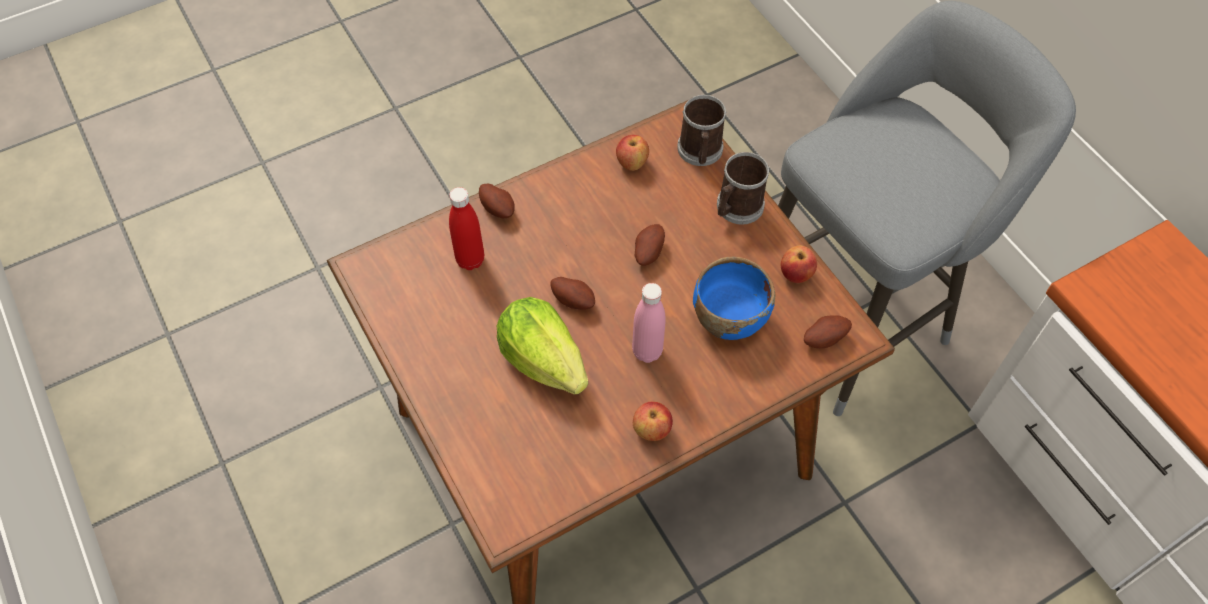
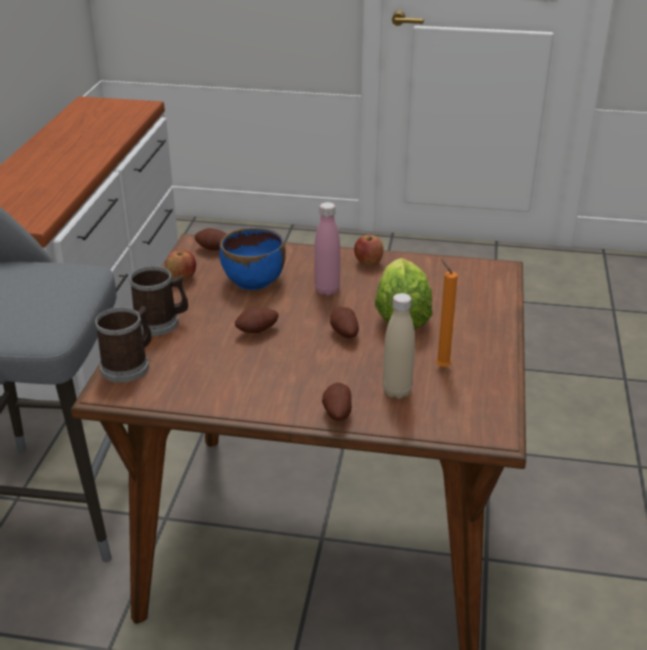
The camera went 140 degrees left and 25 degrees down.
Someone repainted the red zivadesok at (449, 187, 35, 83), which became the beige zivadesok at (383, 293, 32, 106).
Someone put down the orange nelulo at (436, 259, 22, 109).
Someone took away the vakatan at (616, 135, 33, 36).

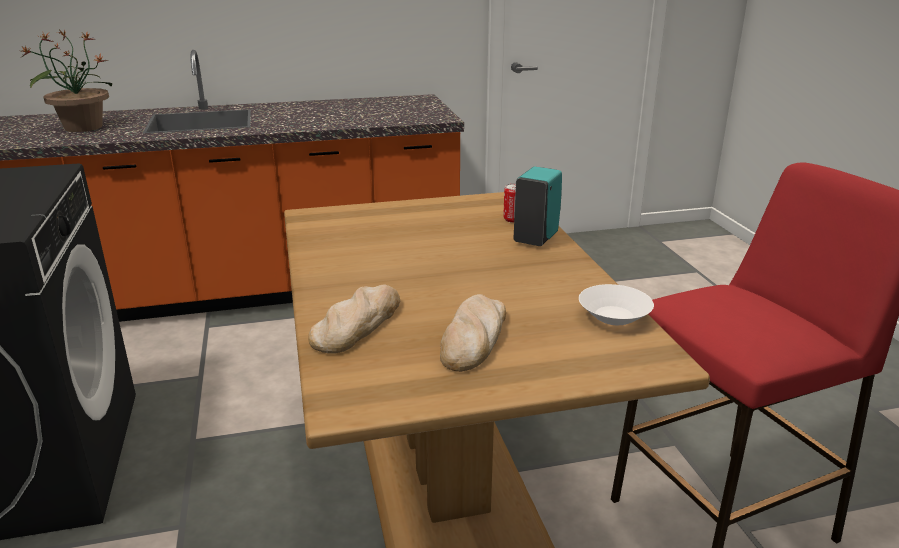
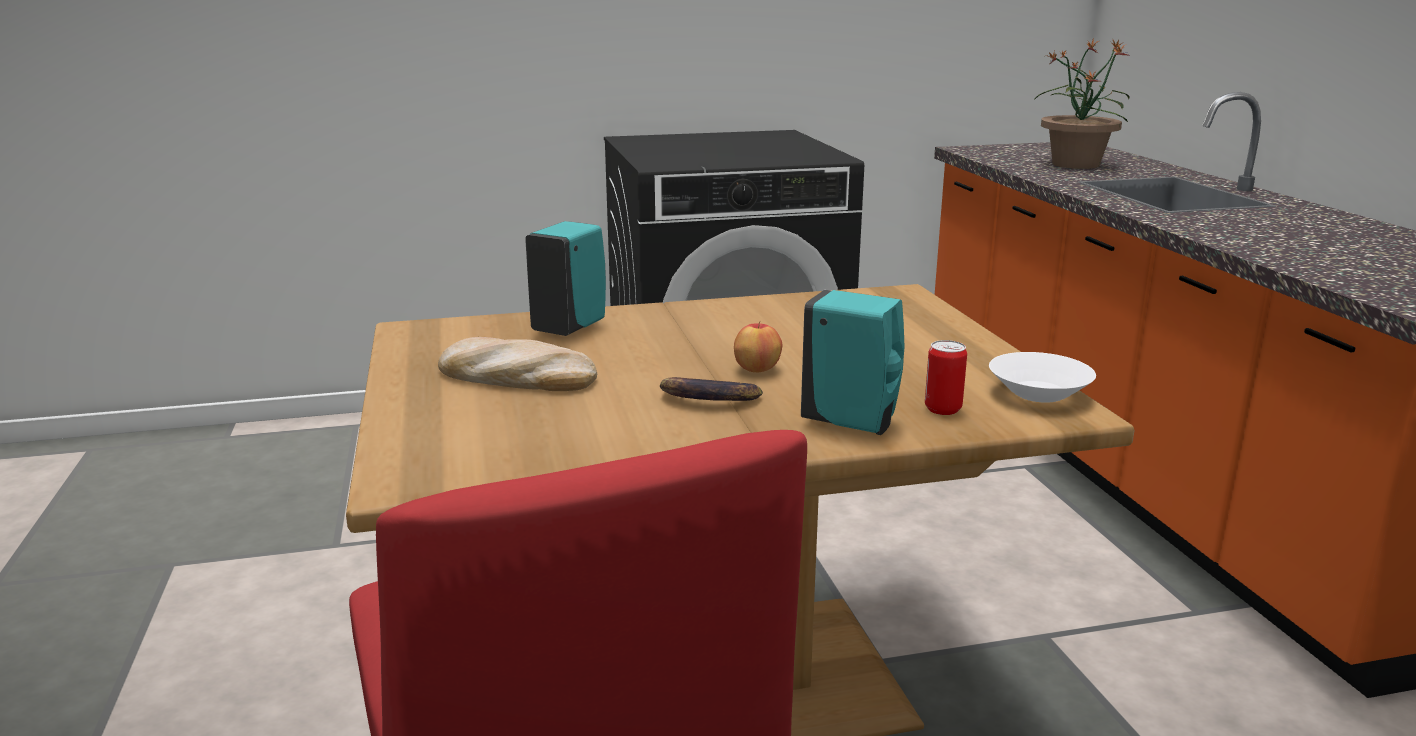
The camera went 90 degrees right and 5 degrees down.
Someone swapped the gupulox at (308, 285, 92, 69) for the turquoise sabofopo at (525, 221, 81, 115).
Someone put down the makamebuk at (660, 377, 103, 24).
Someone put down the vakatan at (734, 321, 48, 51).
Someone carried the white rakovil from (579, 284, 75, 41) to (989, 352, 107, 51).

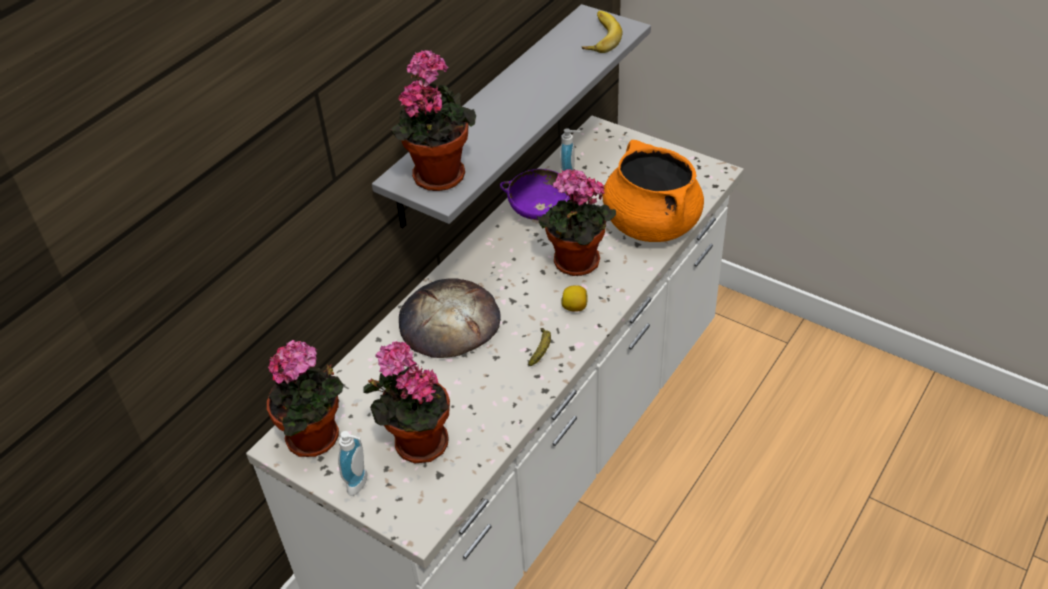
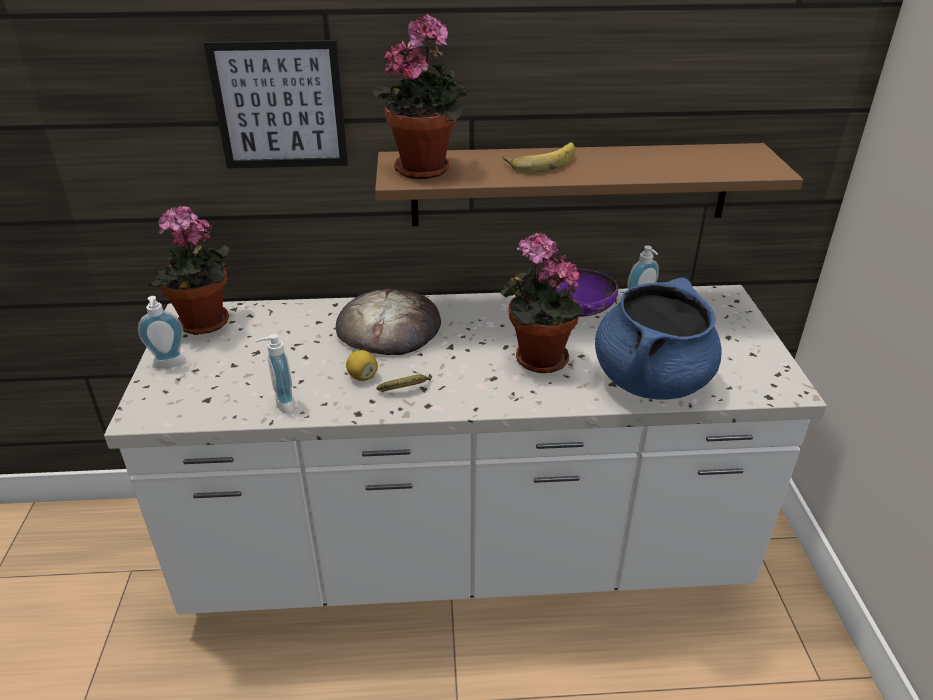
The camera went 50 degrees right and 10 degrees down.
Someone put up the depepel at (204, 40, 144, 128).
Someone put down the sabofopo at (255, 334, 40, 80).
Someone carried the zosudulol from (561, 285, 27, 27) to (346, 350, 32, 31).
Someone repainted the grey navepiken at (372, 4, 279, 225), which became the brown navepiken at (375, 143, 428, 83).
Someone carried the makamebuk from (582, 11, 41, 42) to (502, 142, 73, 31).
Someone repainted the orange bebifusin at (603, 140, 101, 102), which became the blue bebifusin at (595, 278, 127, 122).
Someone took away the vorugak at (363, 341, 87, 122).

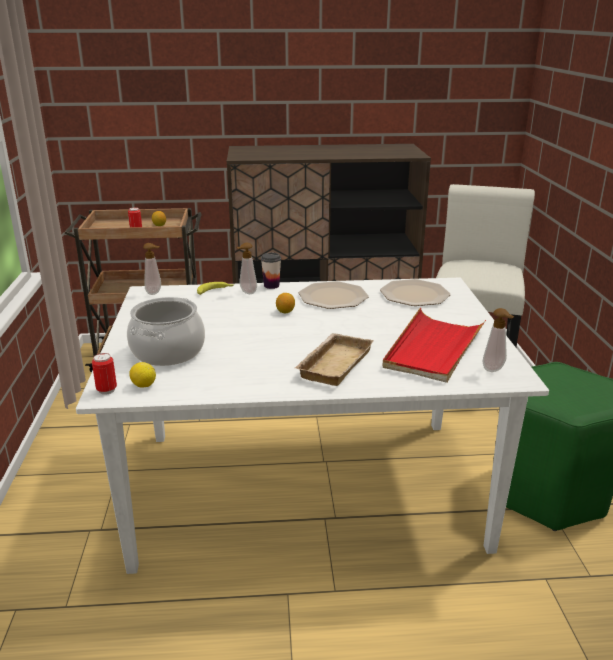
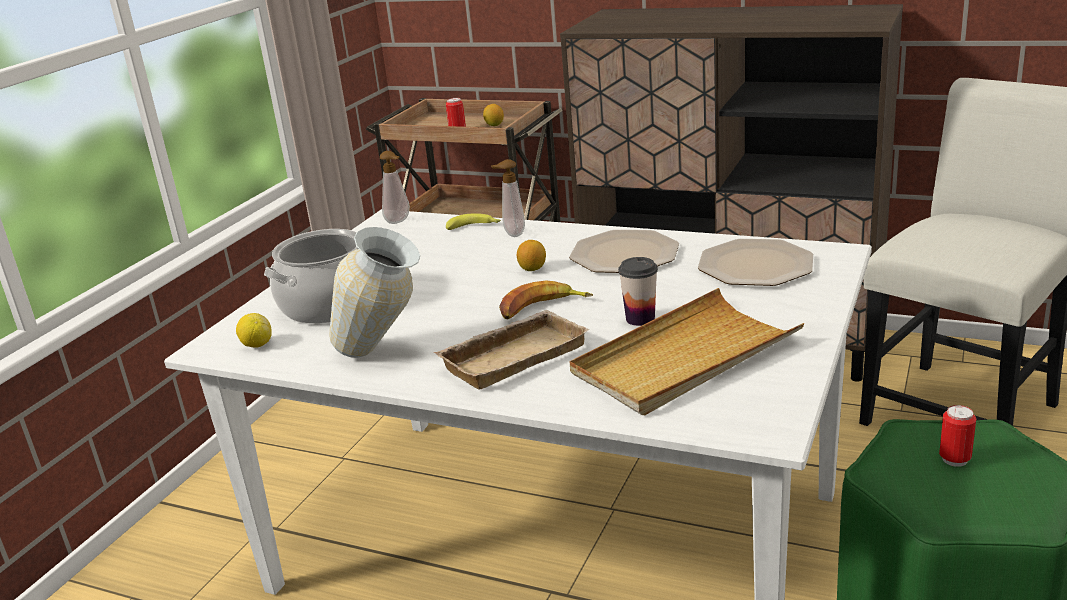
The camera went 30 degrees right and 0 degrees up.
Someone put down the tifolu at (329, 227, 91, 131).
Someone put down the makamebuk at (499, 281, 94, 38).
Someone repainted the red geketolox at (382, 308, 104, 75), which became the beige geketolox at (570, 288, 235, 127).
Someone carried the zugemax from (261, 253, 20, 36) to (618, 257, 40, 69).
Someone carried the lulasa from (92, 353, 25, 42) to (939, 405, 37, 62).
Someone took away the sabofopo at (482, 308, 33, 64).

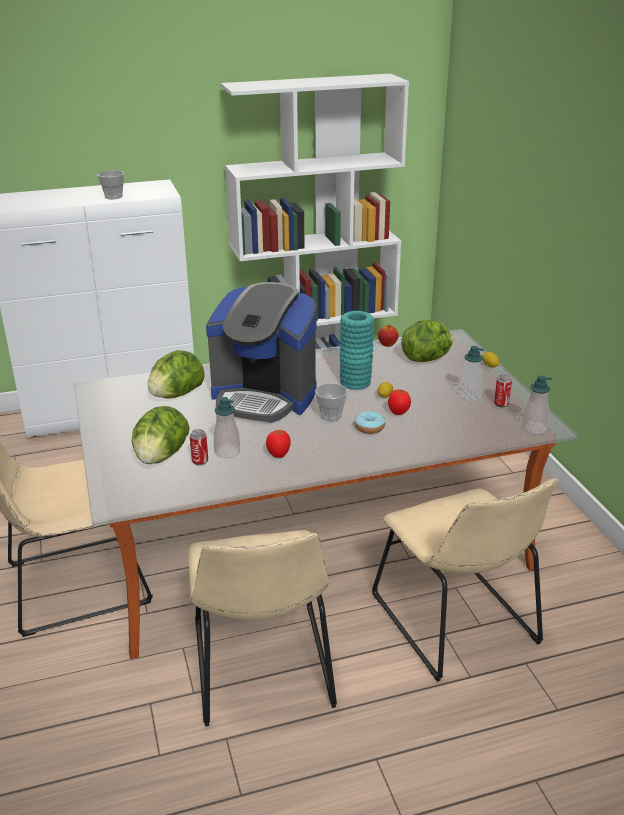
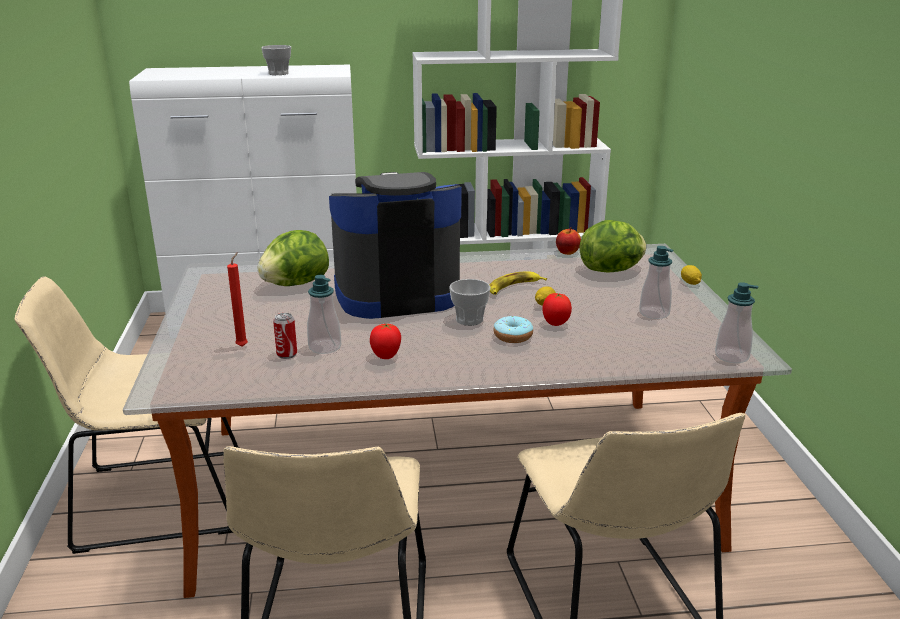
The camera went 10 degrees right and 5 degrees down.
Someone swapped the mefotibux at (132, 406, 58, 58) for the red nelulo at (227, 252, 21, 95).
Someone rotated the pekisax at (206, 282, 111, 141) by 135 degrees clockwise.
Someone swapped the turquoise tifolu at (339, 311, 35, 79) for the makamebuk at (489, 271, 58, 24).
Someone took away the lulasa at (494, 375, 18, 32).

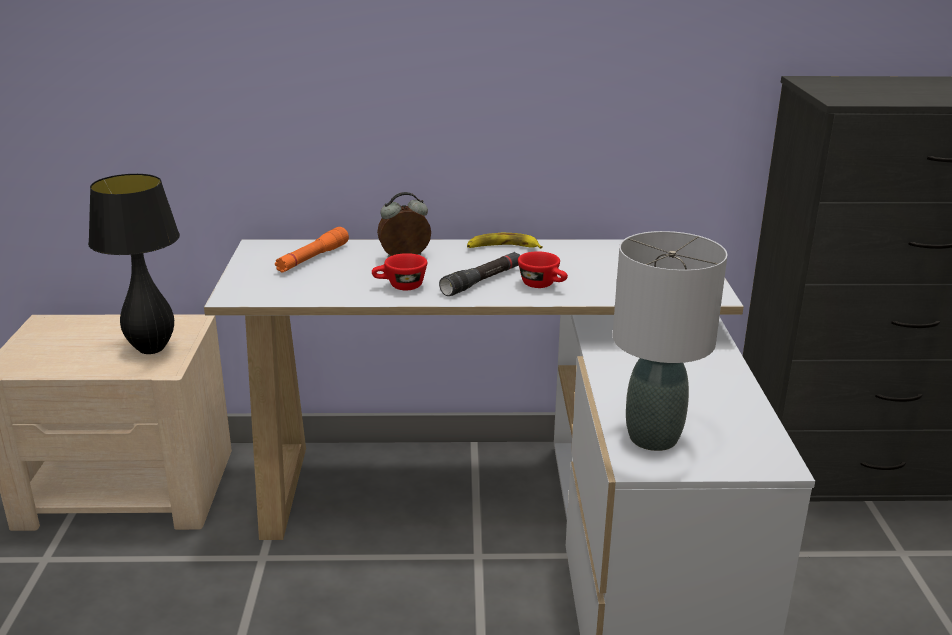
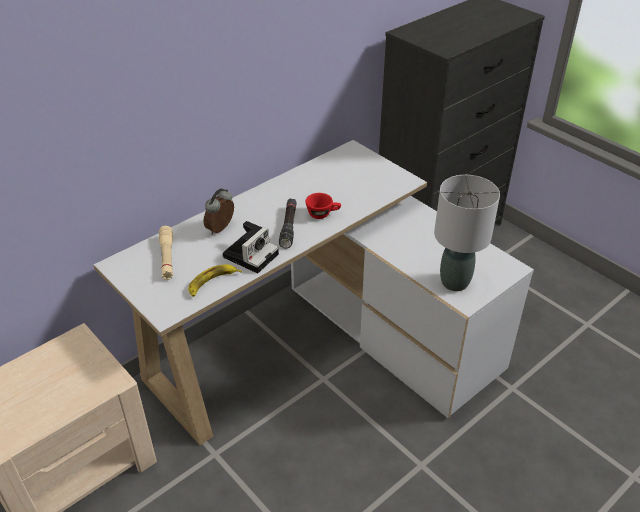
The camera went 40 degrees left and 15 degrees up.
Someone repainted the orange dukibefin at (275, 227, 74, 46), which became the beige dukibefin at (159, 226, 14, 54).
Someone carried the makamebuk from (467, 233, 76, 16) to (188, 264, 54, 33).
Someone swapped the red zugemax at (372, 253, 55, 37) for the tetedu at (223, 221, 56, 52).
Someone took away the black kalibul at (88, 174, 92, 180).

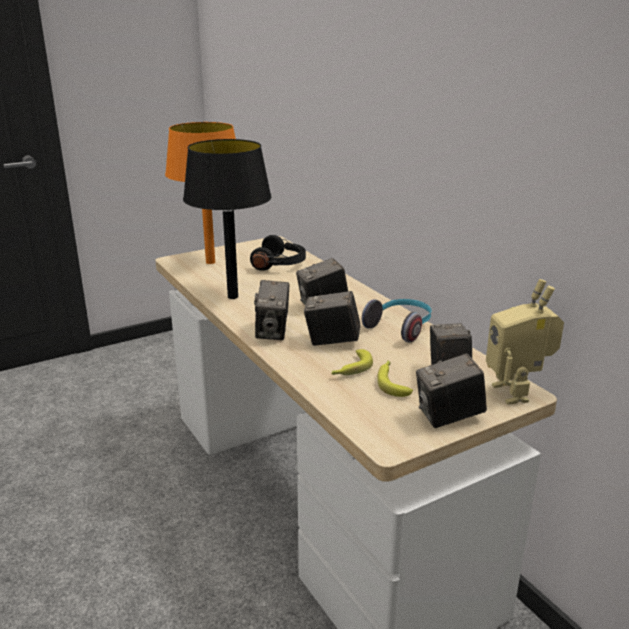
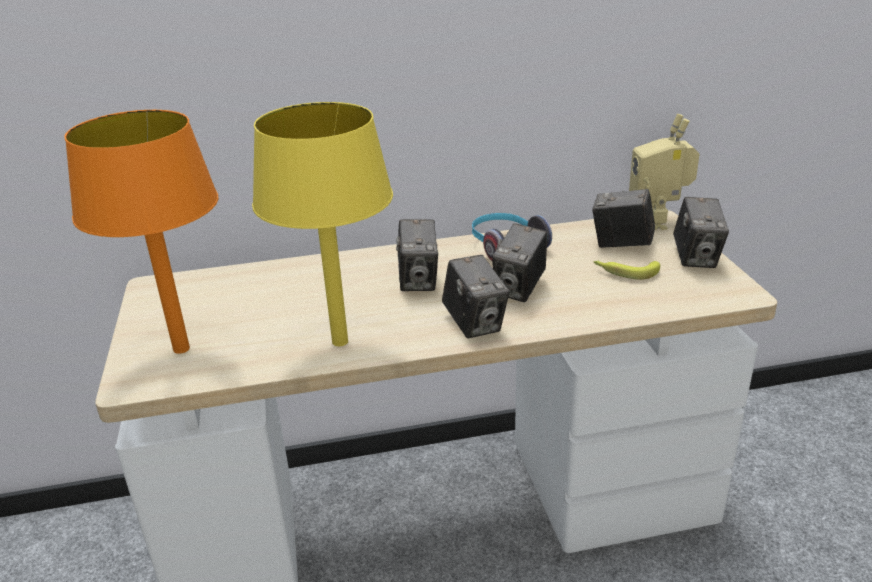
The camera went 70 degrees left and 5 degrees up.
Someone repainted the black kalibul at (183, 139, 89, 160), which became the yellow kalibul at (252, 102, 141, 244).
Someone rotated the tetedu at (254, 280, 35, 60) by 45 degrees clockwise.
Someone rotated the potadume at (486, 279, 78, 126) by 75 degrees clockwise.
Someone took away the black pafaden at (250, 235, 56, 36).
Someone took away the makamebuk at (331, 349, 42, 26).

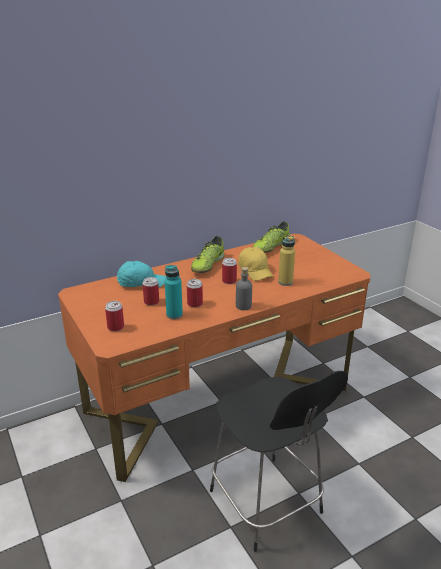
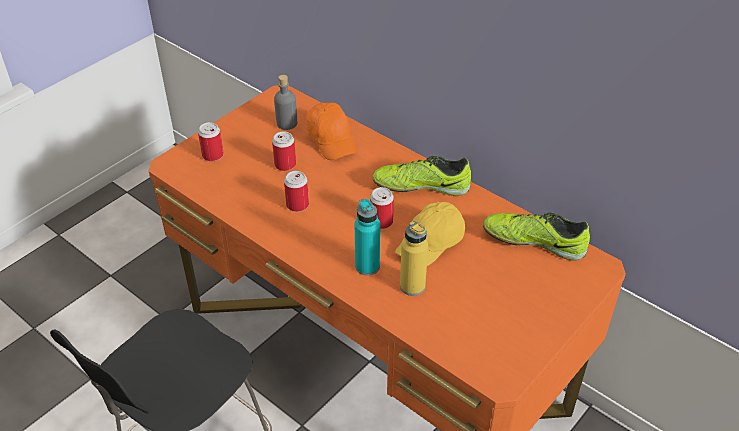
The camera went 70 degrees right and 15 degrees up.
Someone carried the grey zivadesok from (236, 267, 16, 43) to (274, 75, 23, 55).
Someone repainted the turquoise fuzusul at (117, 261, 49, 26), which became the orange fuzusul at (306, 103, 51, 57).
Someone carried the turquoise zivadesok from (165, 265, 18, 54) to (355, 199, 26, 77).

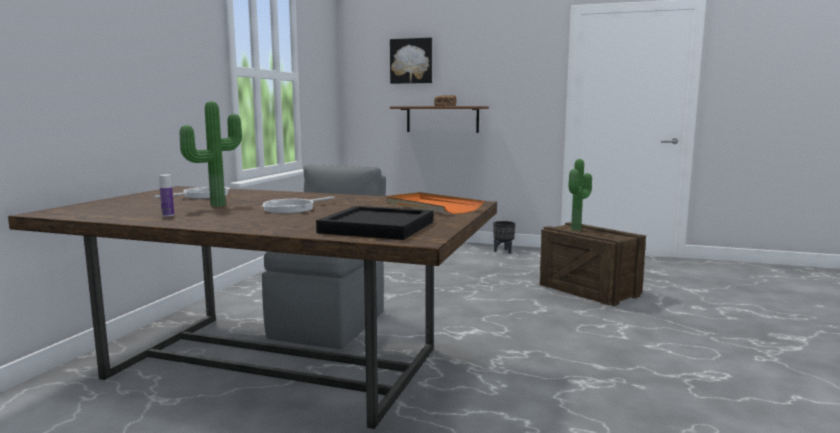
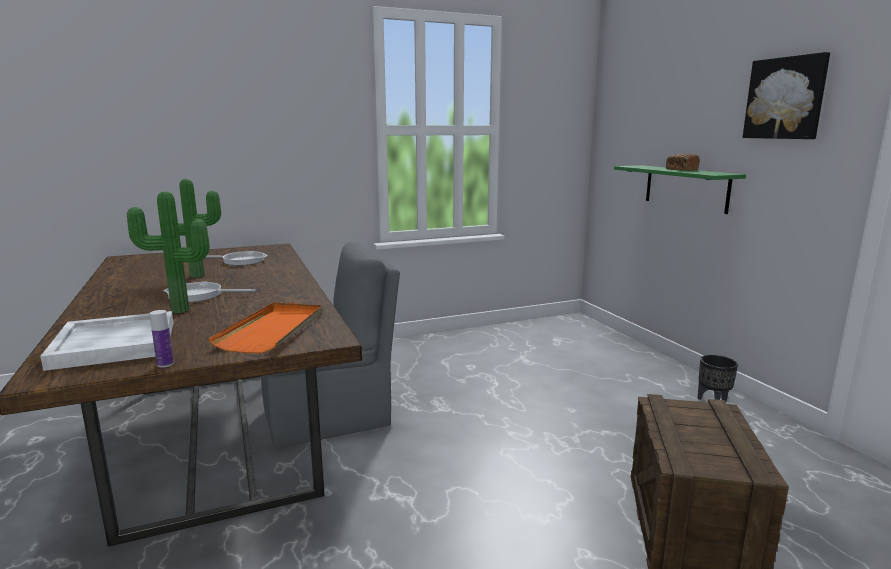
The camera went 50 degrees right and 5 degrees up.
Someone repainted the black geketolox at (316, 206, 117, 34), which became the white geketolox at (40, 311, 133, 60).
Someone carried the vorugak from (568, 159, 24, 72) to (127, 192, 83, 121).
Someone carried the zivadesok from (159, 175, 15, 42) to (150, 310, 24, 58).
Someone repainted the brown navepiken at (390, 106, 99, 27), which became the green navepiken at (614, 165, 132, 49).
Someone carried the depepel from (390, 38, 42, 46) to (743, 52, 87, 87).

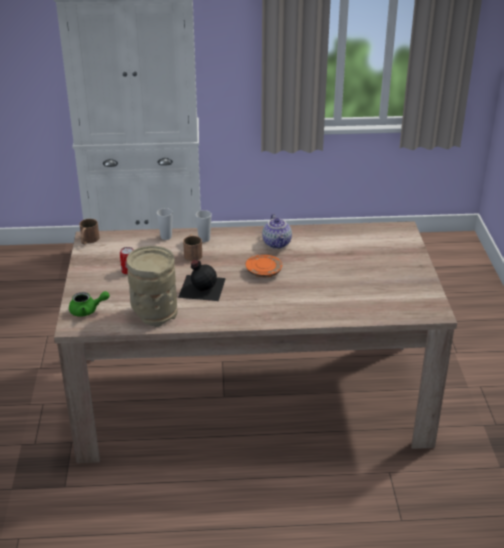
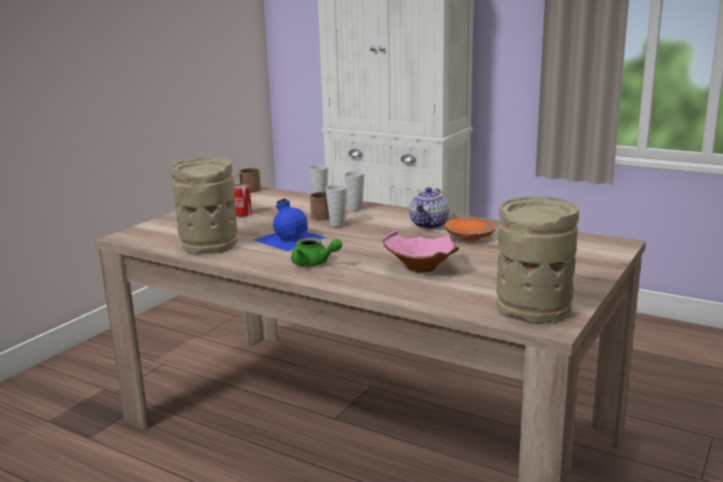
The camera went 35 degrees right and 15 degrees down.
Someone repainted the black zivadesok at (178, 260, 48, 41), which became the blue zivadesok at (254, 198, 73, 53).
Someone carried the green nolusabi from (69, 291, 41, 26) to (291, 237, 51, 30).
Someone put down the zugemax at (326, 185, 21, 42).
Someone put down the pink rakovil at (383, 231, 76, 42).
Someone carried the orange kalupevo from (246, 255, 36, 22) to (445, 218, 50, 23).
Someone put down the beige tifolu at (496, 196, 83, 128).

